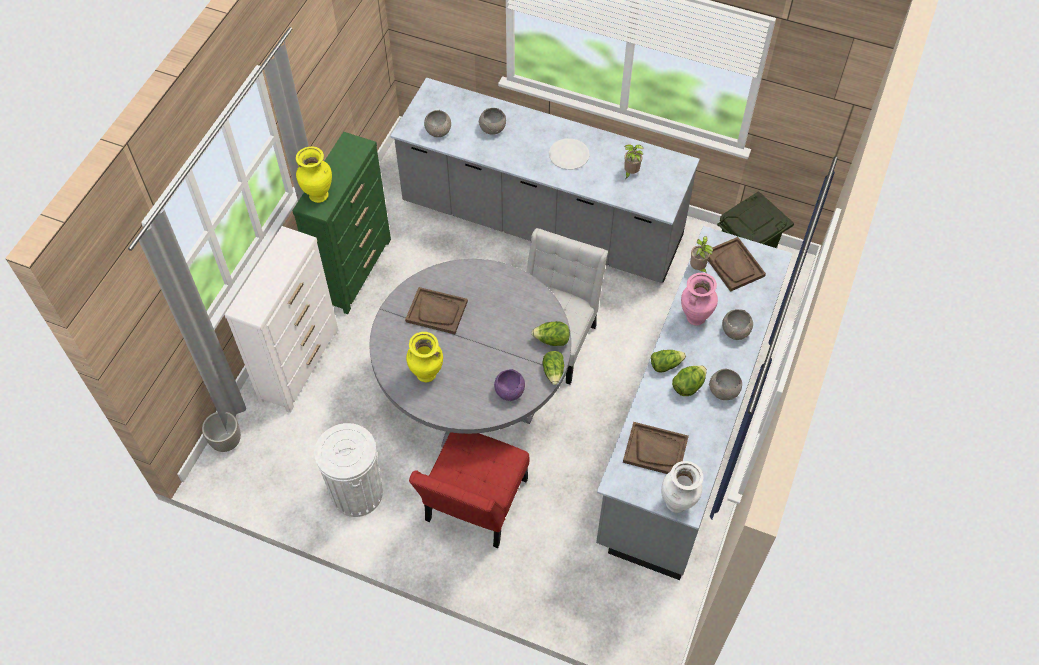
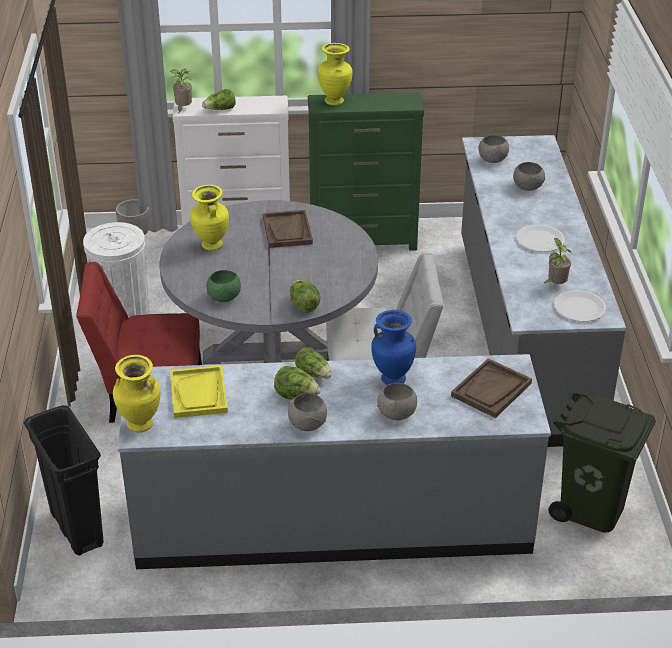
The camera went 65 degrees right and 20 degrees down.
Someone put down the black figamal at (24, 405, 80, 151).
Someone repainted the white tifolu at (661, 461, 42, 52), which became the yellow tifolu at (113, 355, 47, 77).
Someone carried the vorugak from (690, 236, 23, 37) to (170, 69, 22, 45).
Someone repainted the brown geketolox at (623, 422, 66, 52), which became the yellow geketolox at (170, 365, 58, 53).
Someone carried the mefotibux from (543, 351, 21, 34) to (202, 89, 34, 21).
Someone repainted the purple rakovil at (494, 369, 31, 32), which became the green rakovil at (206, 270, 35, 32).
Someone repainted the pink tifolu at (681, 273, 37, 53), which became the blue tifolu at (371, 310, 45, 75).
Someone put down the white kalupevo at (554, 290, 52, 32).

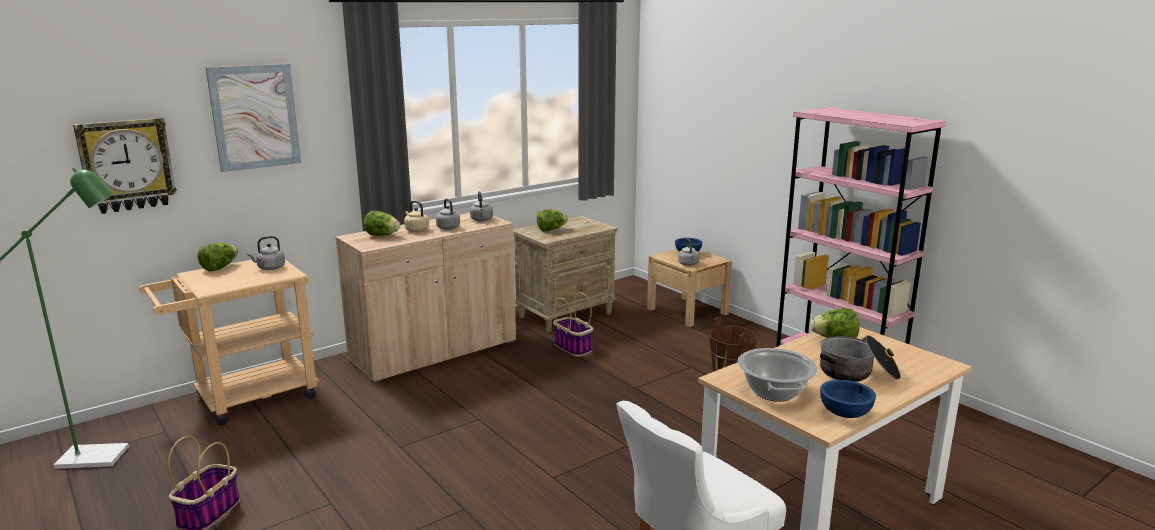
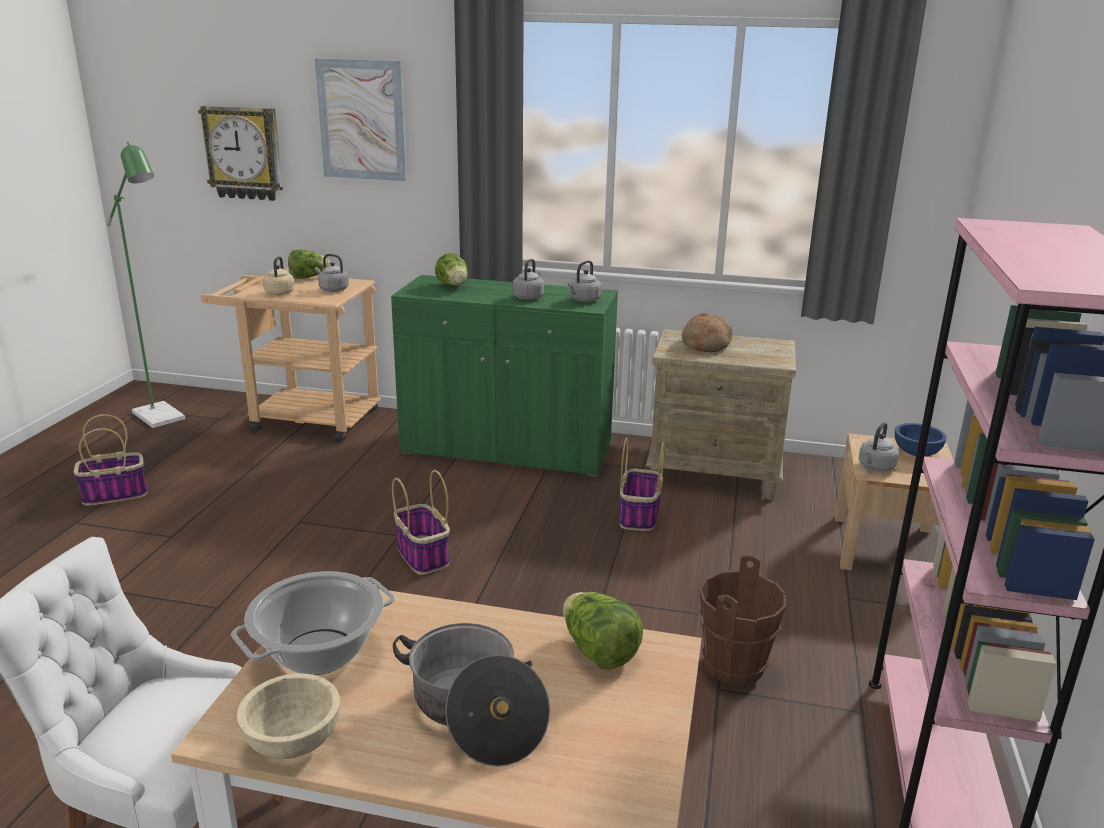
The camera went 50 degrees right and 5 degrees up.
Someone repainted the blue rakovil at (820, 380, 56, 38), which became the beige rakovil at (237, 674, 103, 85).
Someone carried the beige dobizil from (404, 201, 25, 31) to (263, 256, 32, 39).
Someone repainted the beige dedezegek at (335, 213, 181, 170), which became the green dedezegek at (391, 275, 227, 202).
Someone put down the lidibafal at (392, 470, 58, 105).
Someone swapped the mefotibux at (537, 209, 31, 22) for the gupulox at (682, 313, 50, 39).

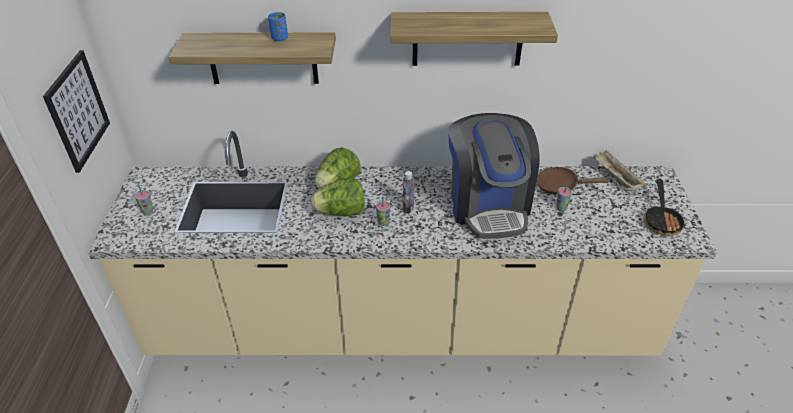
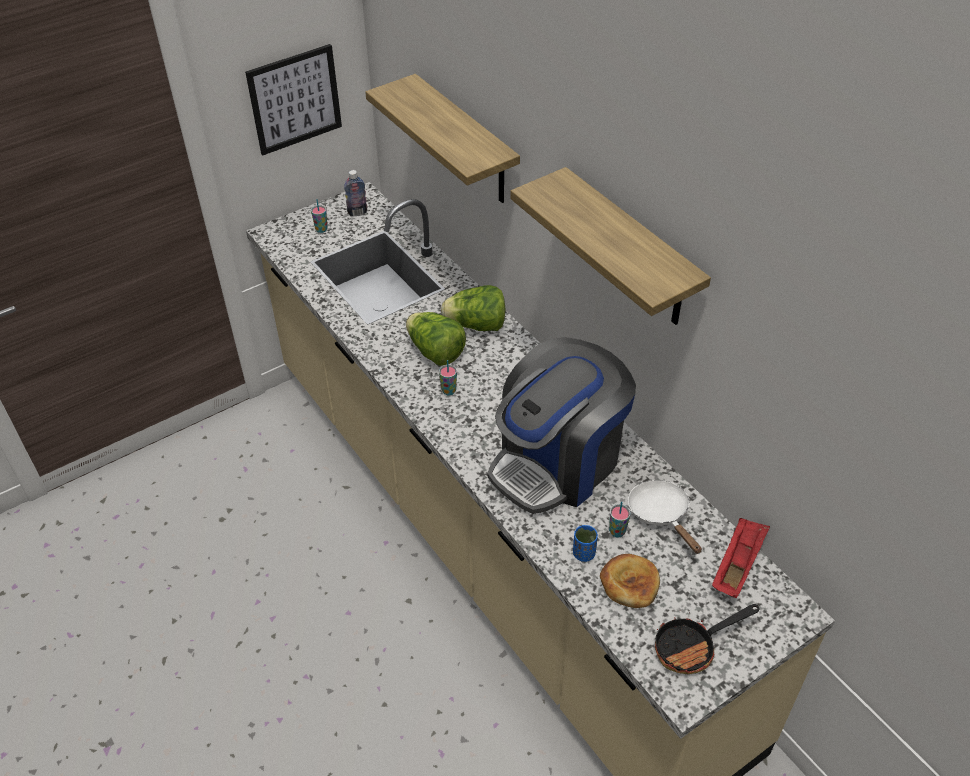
The camera went 55 degrees right and 5 degrees up.
Someone carried the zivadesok from (403, 171, 11, 43) to (344, 170, 23, 46).
Someone carried the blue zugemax from (268, 12, 20, 29) to (573, 525, 25, 37).
Someone put down the gupulox at (600, 554, 60, 54).
Someone repainted the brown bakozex at (536, 167, 74, 28), which became the white bakozex at (628, 480, 74, 74).
Someone repainted the beige geketolox at (593, 150, 54, 39), which became the red geketolox at (712, 517, 58, 81).

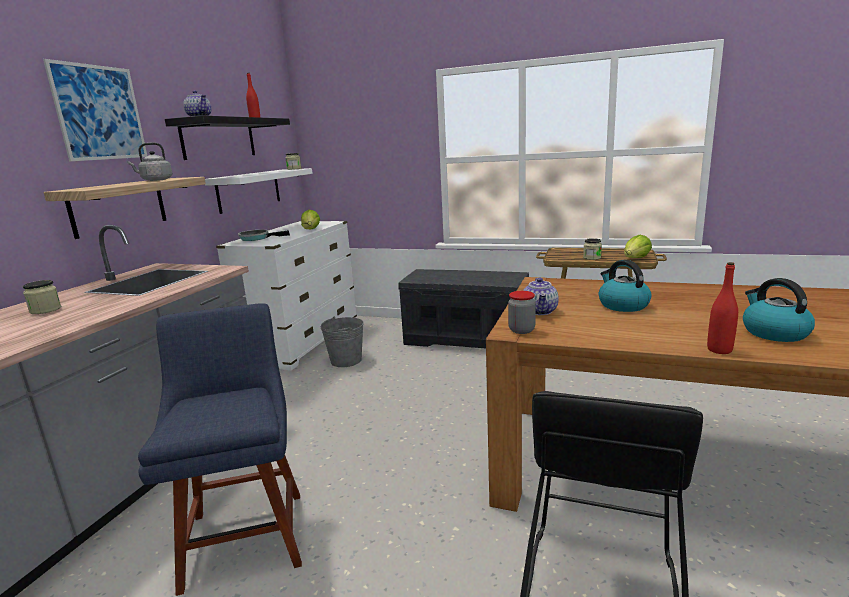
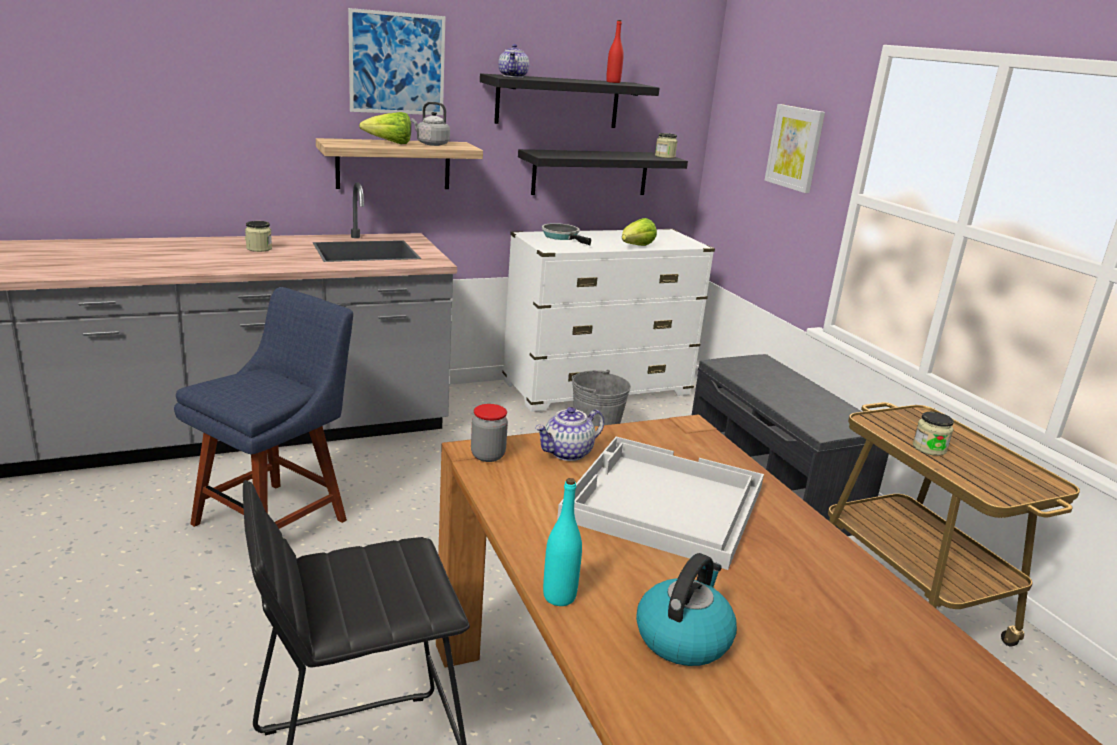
The camera went 45 degrees right and 5 degrees up.
Someone carried the mefotibux from (624, 235, 28, 23) to (359, 112, 52, 32).
Someone repainted the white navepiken at (205, 168, 108, 46), which became the black navepiken at (518, 149, 170, 46).
Someone repainted the red zivadesok at (707, 262, 31, 92), which became the turquoise zivadesok at (543, 478, 39, 128).
Someone swapped the dobizil at (599, 260, 52, 52) for the white geketolox at (557, 437, 207, 133).
Someone put up the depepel at (765, 104, 60, 89).

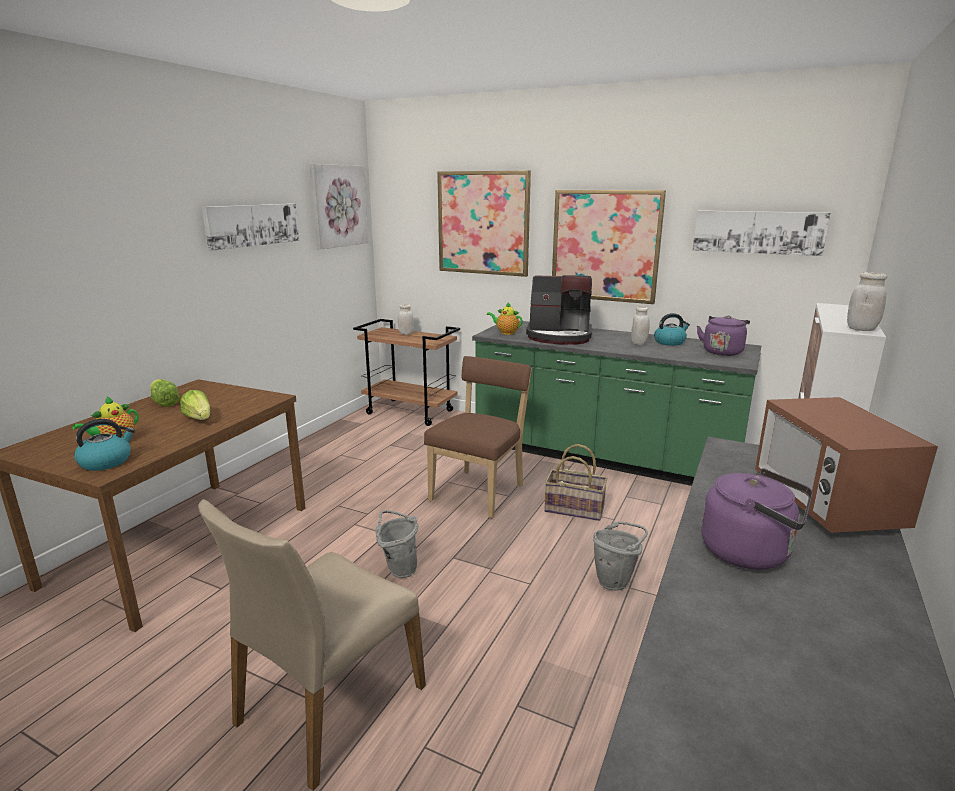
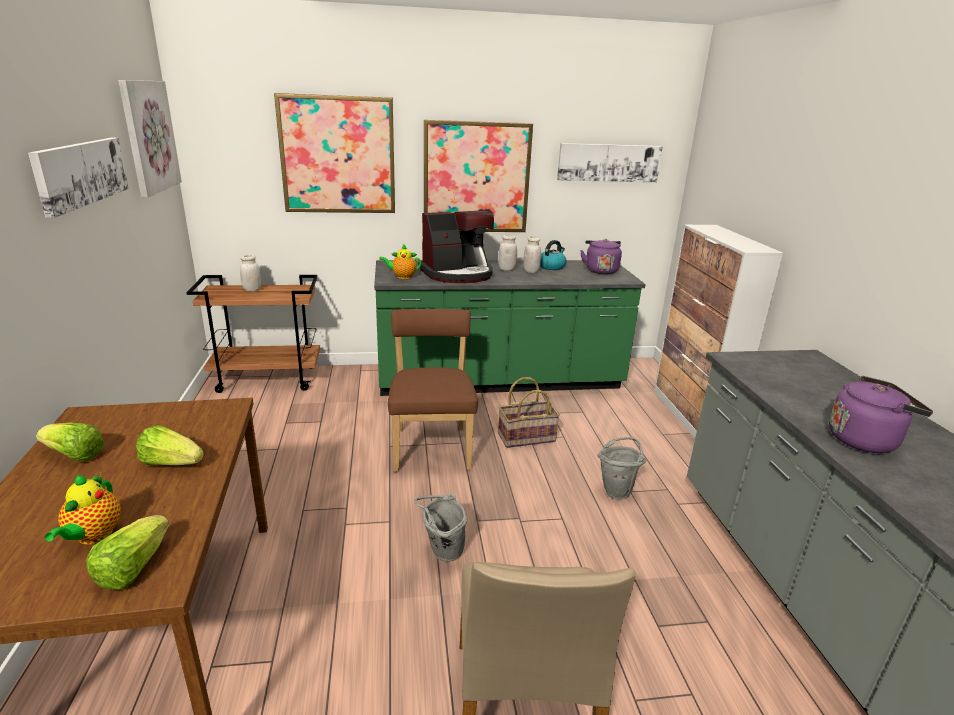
The camera went 35 degrees left and 5 degrees up.
Someone swapped the dobizil at (74, 419, 61, 52) for the mefotibux at (86, 515, 83, 75).
Someone carried the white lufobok from (847, 272, 40, 59) to (498, 235, 19, 36).
Someone took away the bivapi at (755, 397, 183, 136).

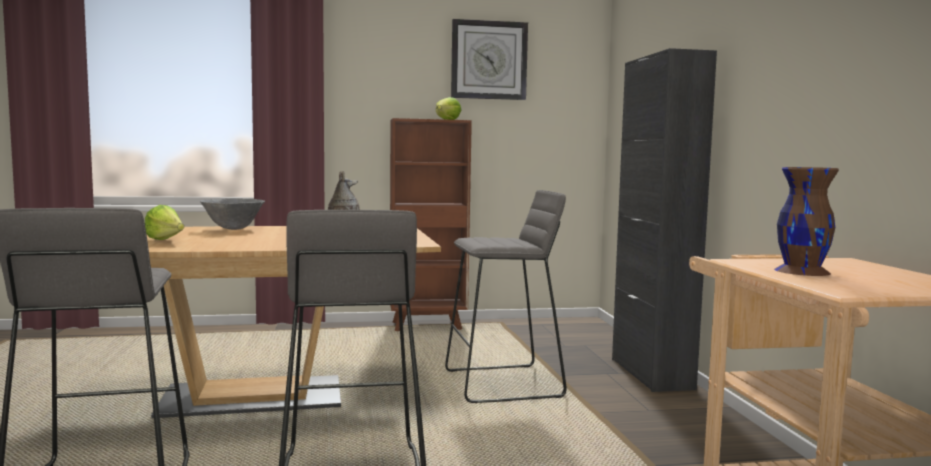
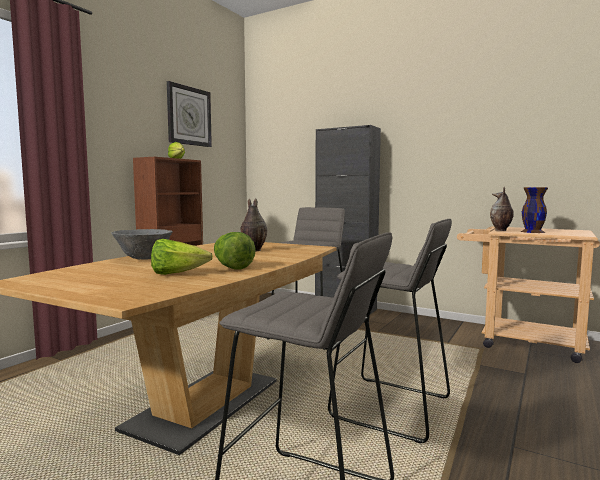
The camera went 50 degrees left and 0 degrees up.
Someone put down the mefotibux at (214, 232, 42, 37).
Someone put down the tifolu at (490, 187, 24, 44).

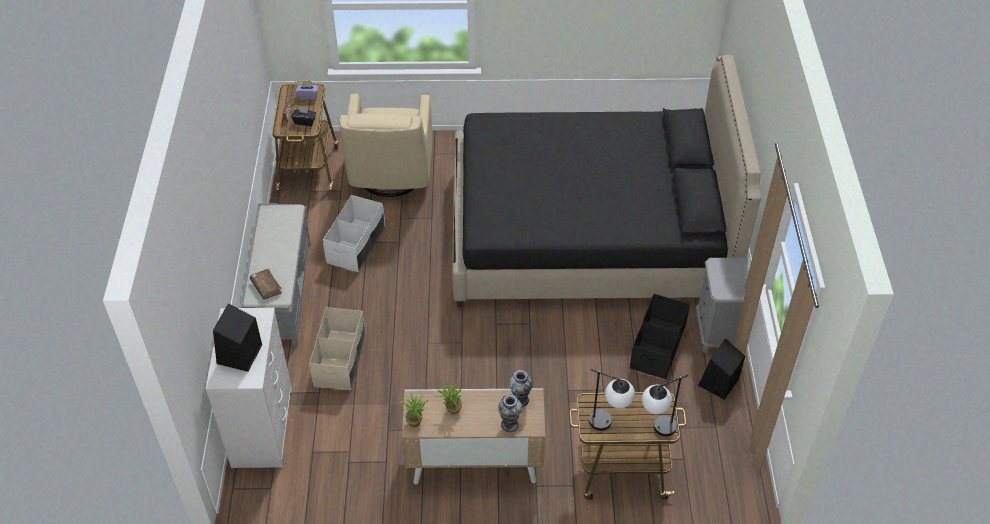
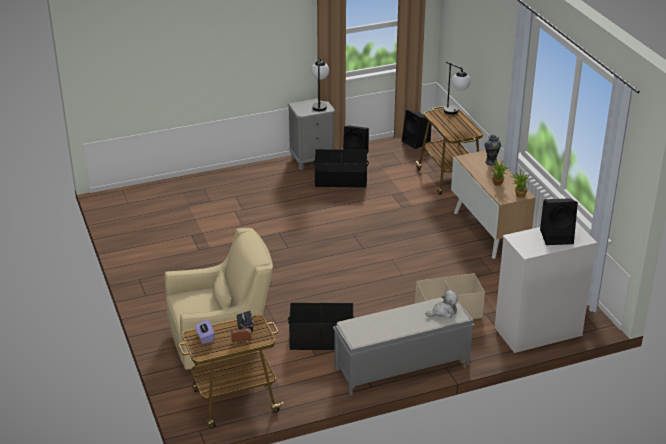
The camera went 110 degrees left and 15 degrees down.
Someone repainted the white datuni at (323, 195, 62, 77), which became the black datuni at (288, 303, 66, 47).
Someone carried the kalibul from (589, 369, 46, 62) to (311, 57, 18, 54).
Someone put down the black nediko at (402, 110, 29, 39).
Someone swapped the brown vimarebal at (250, 269, 32, 30) for the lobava at (426, 290, 33, 28).
Someone took away the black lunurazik at (452, 55, 309, 253).
Someone took away the tifolu at (509, 370, 24, 37).

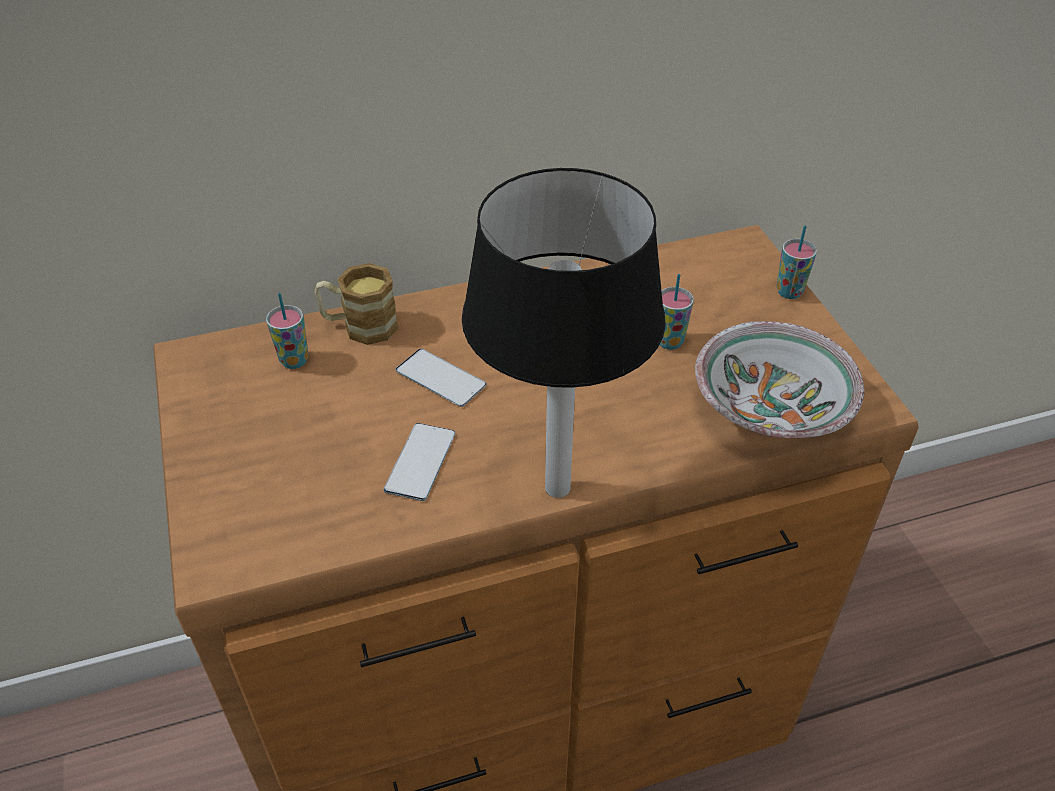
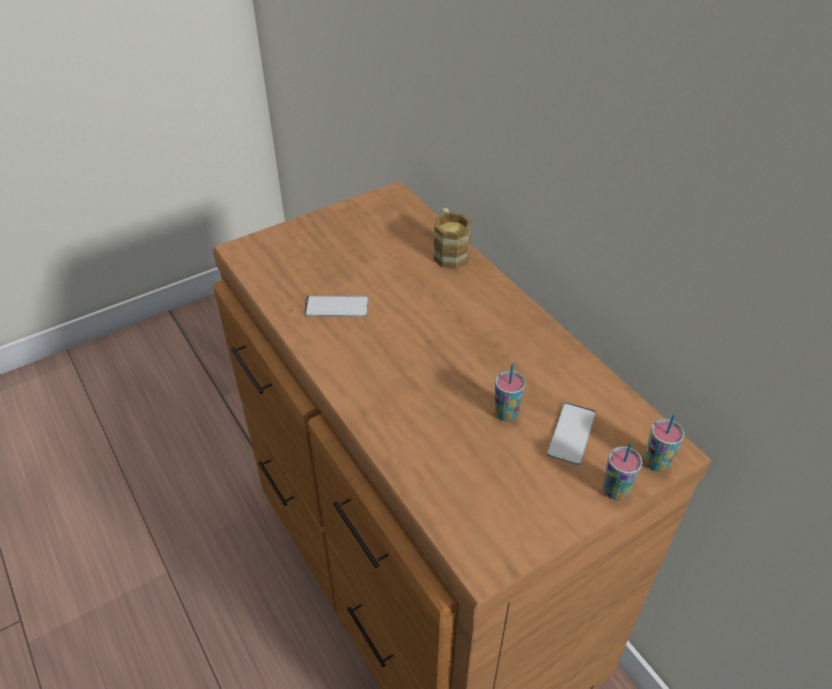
The camera went 75 degrees right and 0 degrees up.
Someone carried the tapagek from (396, 349, 90, 58) to (547, 402, 49, 63).
Someone carried the zugemax from (266, 293, 42, 76) to (644, 414, 40, 57).
Someone took away the kalibul at (462, 168, 204, 330).
Someone took away the rakovil at (695, 321, 169, 117).

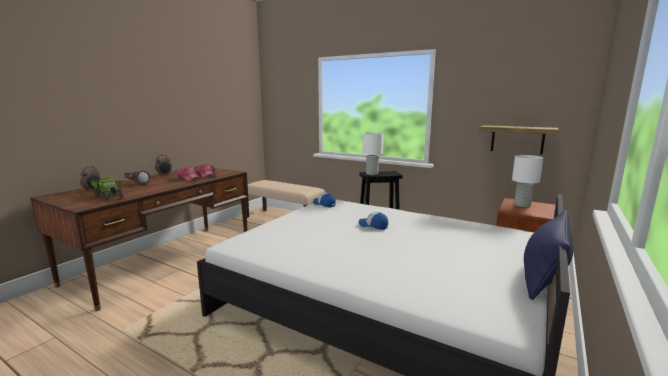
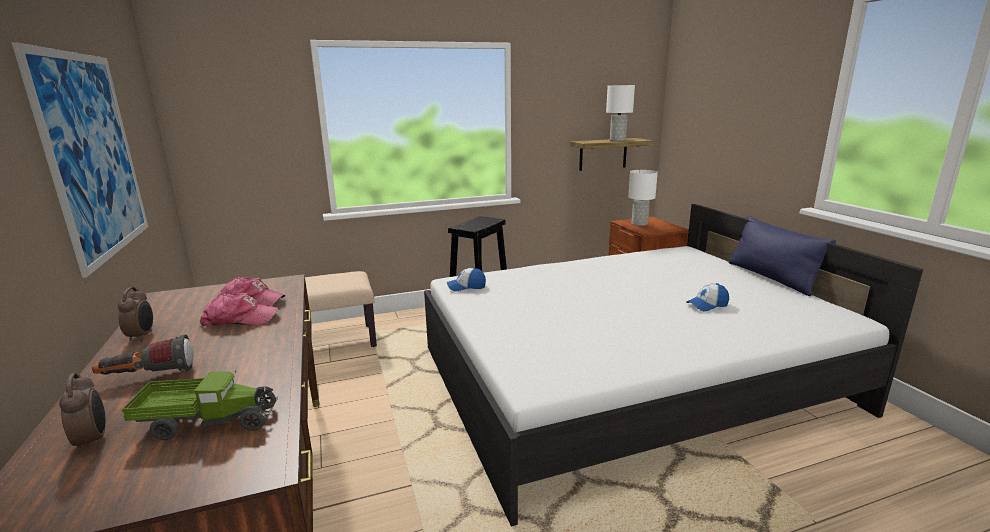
The camera went 50 degrees left and 5 degrees up.
Someone put up the depepel at (11, 42, 137, 236).
Someone carried the white kalibul from (363, 133, 20, 42) to (606, 85, 29, 56).
Someone carried the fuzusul from (358, 212, 30, 18) to (686, 283, 43, 29).

